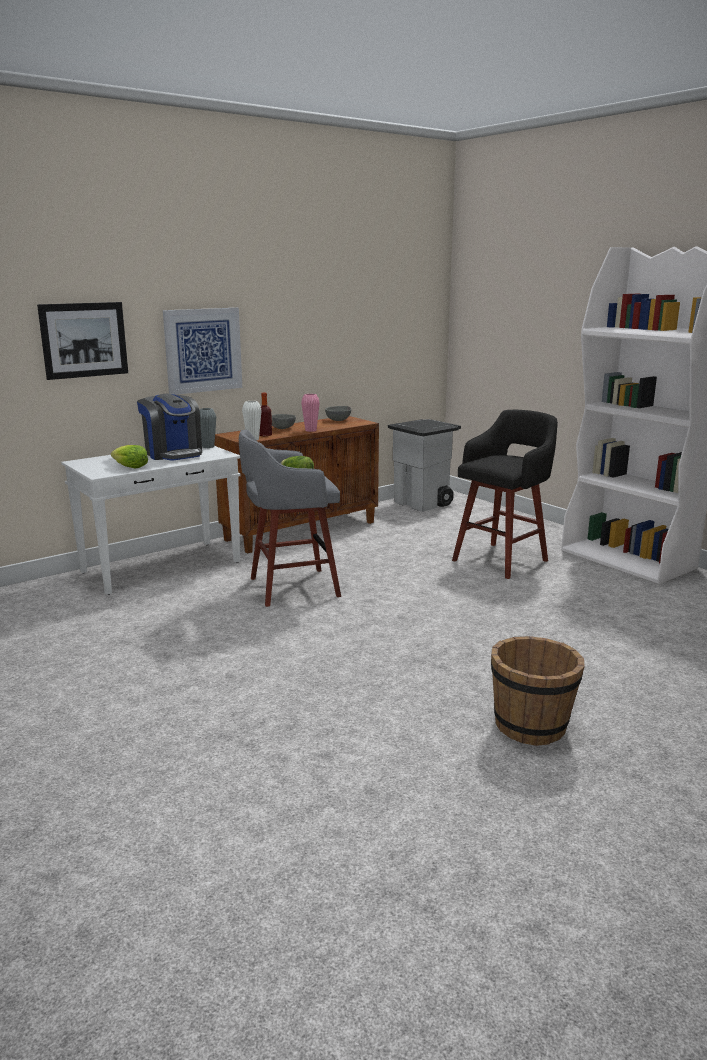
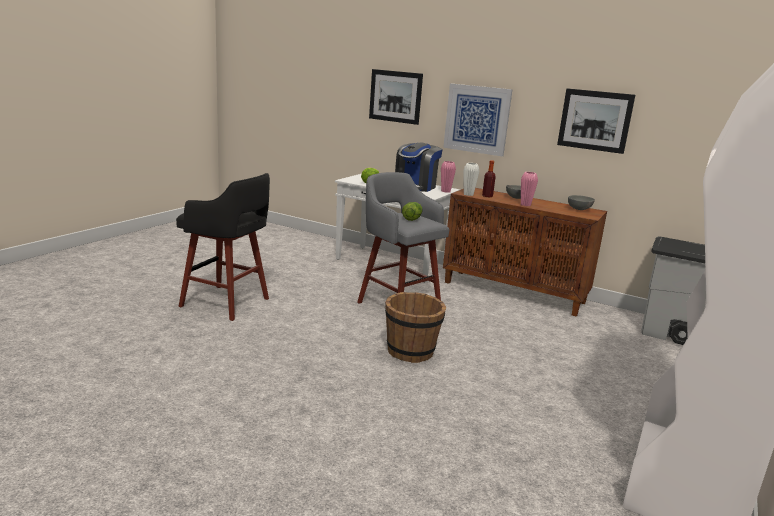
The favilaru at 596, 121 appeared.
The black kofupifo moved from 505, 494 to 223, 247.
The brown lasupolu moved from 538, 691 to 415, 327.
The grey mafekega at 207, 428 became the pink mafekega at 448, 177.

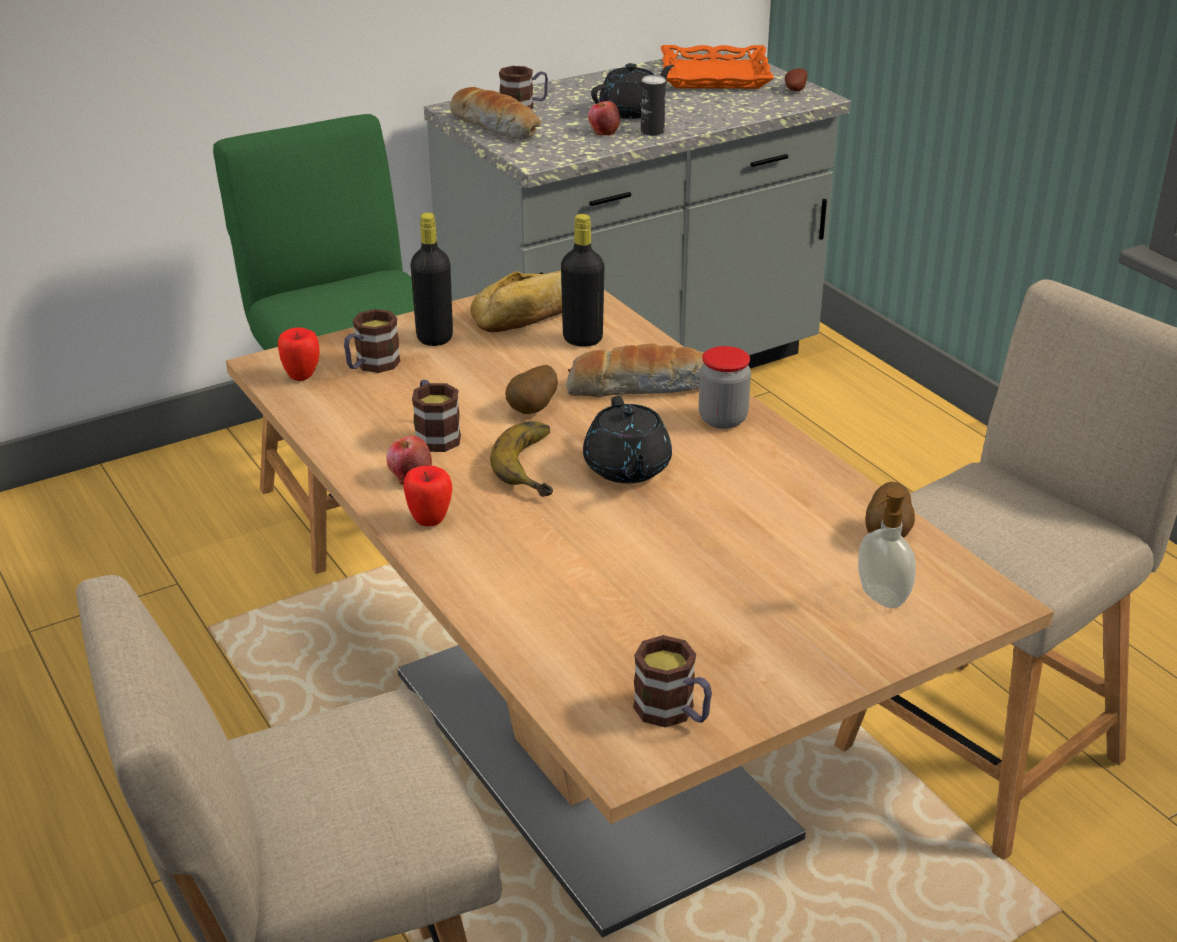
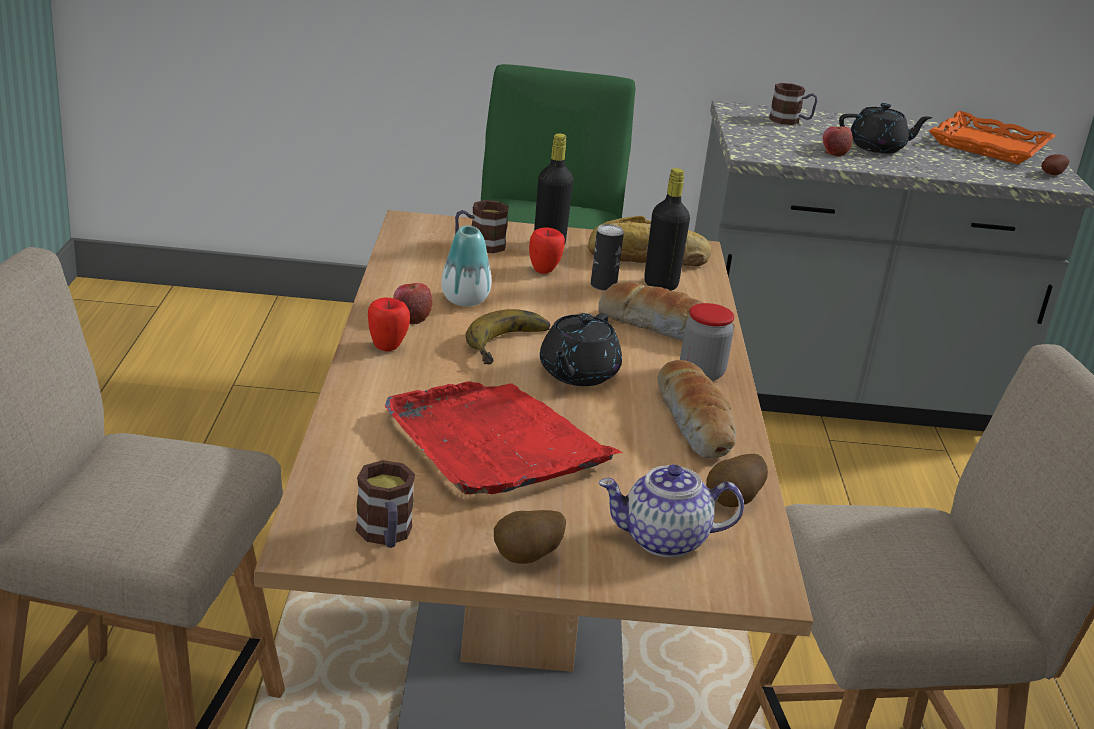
The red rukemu at 504, 438 appeared.
The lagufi moved from 299, 354 to 547, 251.
The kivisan moved from 495, 113 to 697, 409.
The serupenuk moved from 531, 389 to 530, 537.
The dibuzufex moved from 653, 105 to 607, 257.
The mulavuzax at 436, 416 was replaced by the mafekega at 466, 266.
The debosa at 887, 548 was replaced by the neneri at 671, 511.

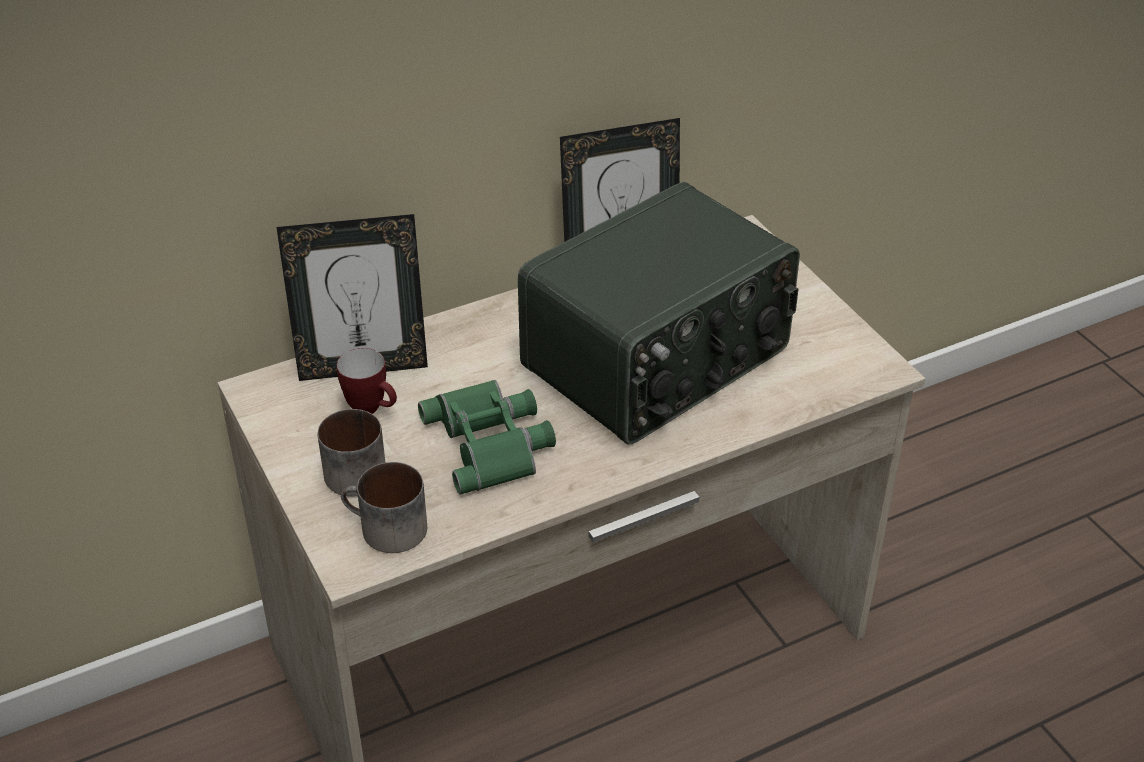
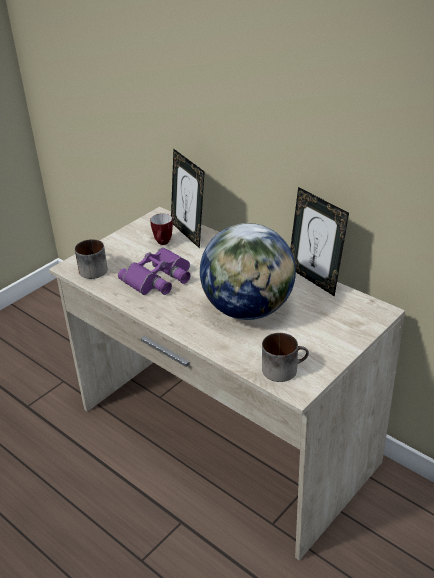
The mulavuzax moved from 351, 453 to 285, 357.
The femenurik at 659, 313 was replaced by the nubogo at 248, 271.
The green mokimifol at 487, 437 became the purple mokimifol at 154, 271.

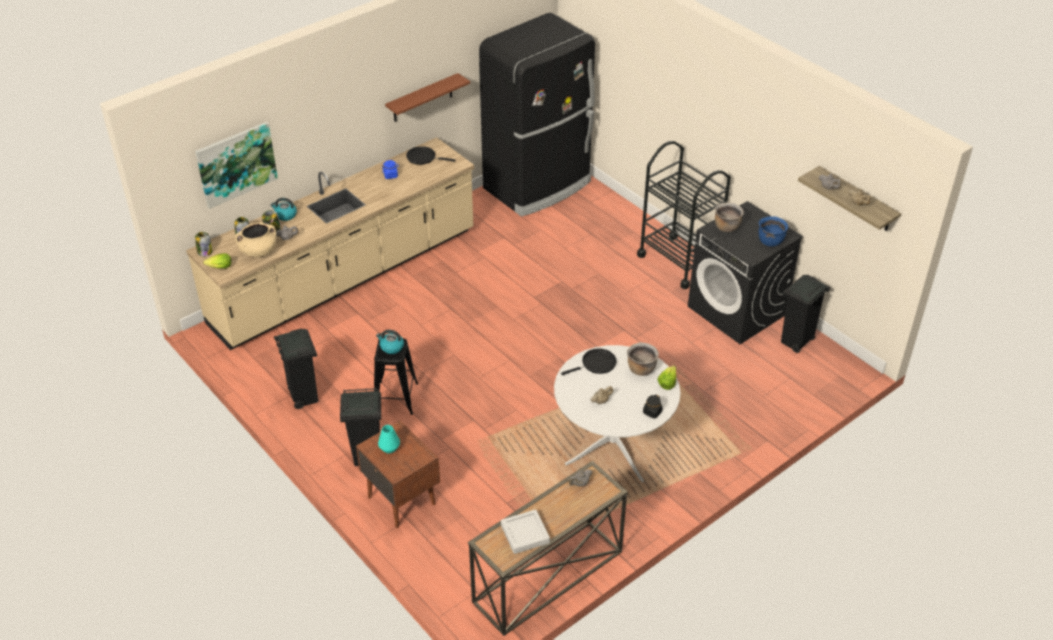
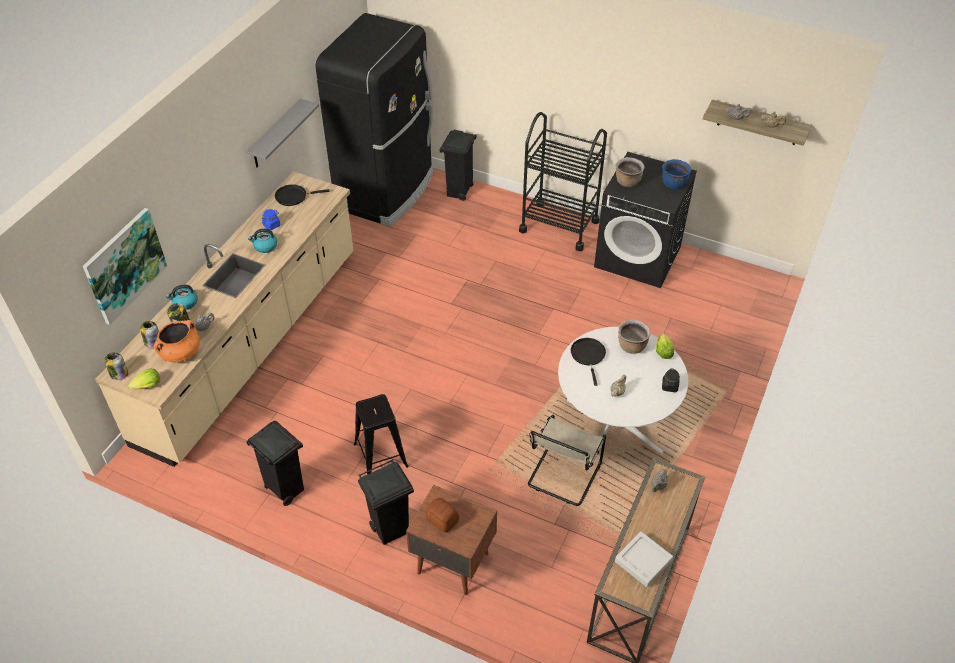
The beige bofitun at 567, 460 appeared.
The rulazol moved from 390, 342 to 262, 241.
The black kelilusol moved from 805, 313 to 458, 165.
The turquoise mafekega at 389, 439 was replaced by the kivisan at 442, 515.
The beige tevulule at 255, 240 became the orange tevulule at 177, 341.
The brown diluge at 427, 97 became the grey diluge at 282, 132.
The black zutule at 589, 361 turned 45 degrees counterclockwise.

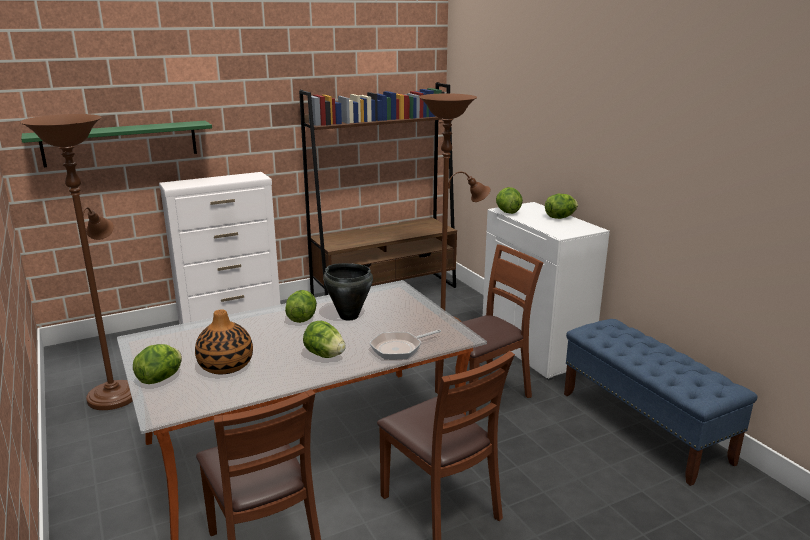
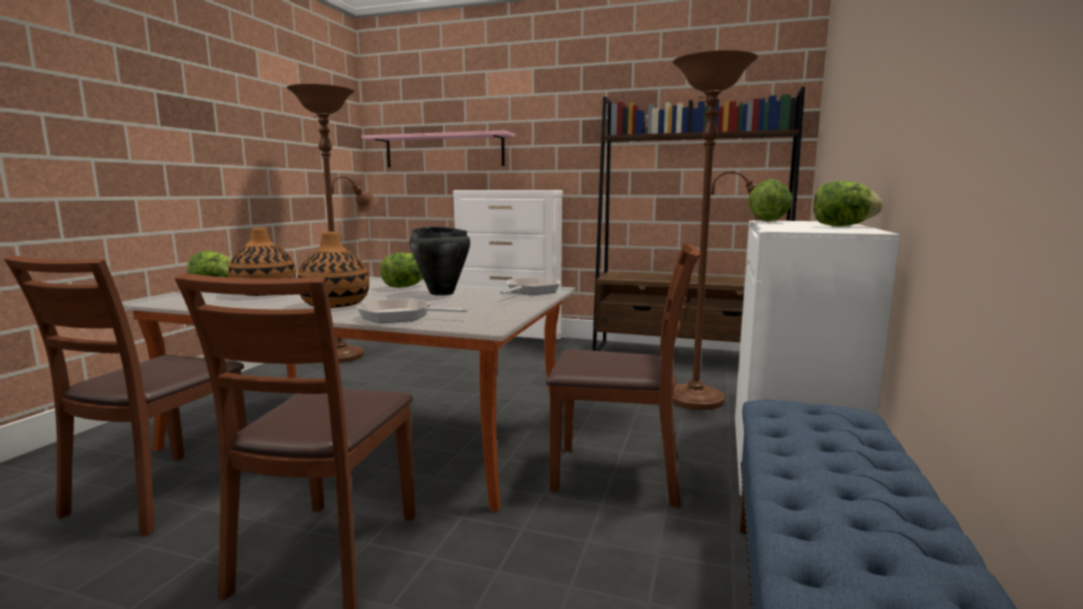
The zutule at 530, 286 appeared.
The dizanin at 324, 339 was replaced by the mafekega at 333, 270.
The green diluge at 116, 144 became the pink diluge at 438, 149.

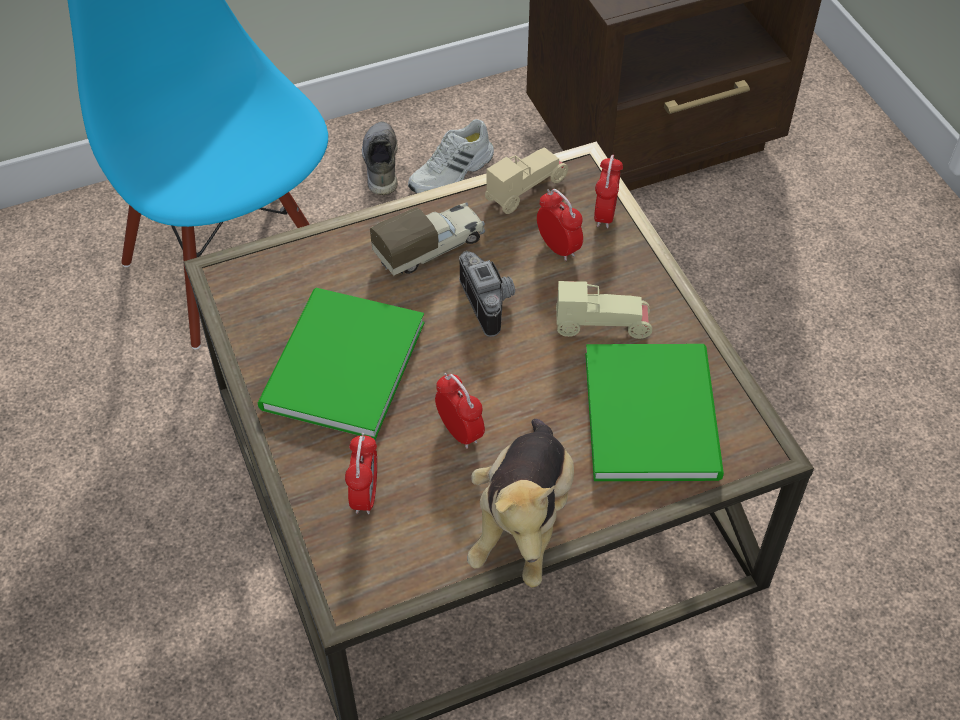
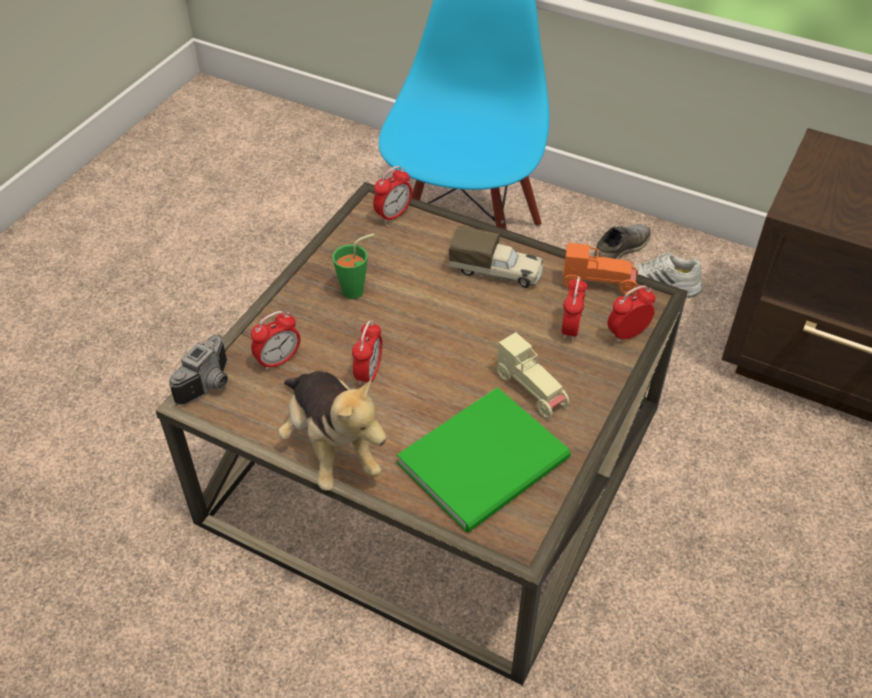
The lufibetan at 392, 195 appeared.
The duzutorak moved from 487, 294 to 198, 370.
The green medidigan at 341, 364 was replaced by the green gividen at 353, 266.
The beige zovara at 526, 180 became the orange zovara at 600, 269.
The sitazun at 520, 503 turned 90 degrees counterclockwise.

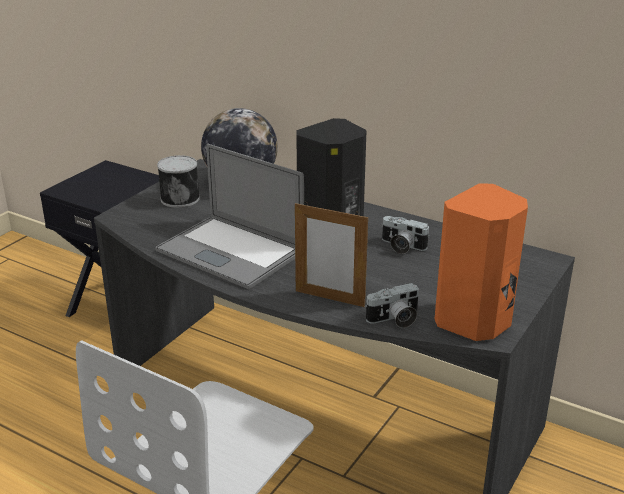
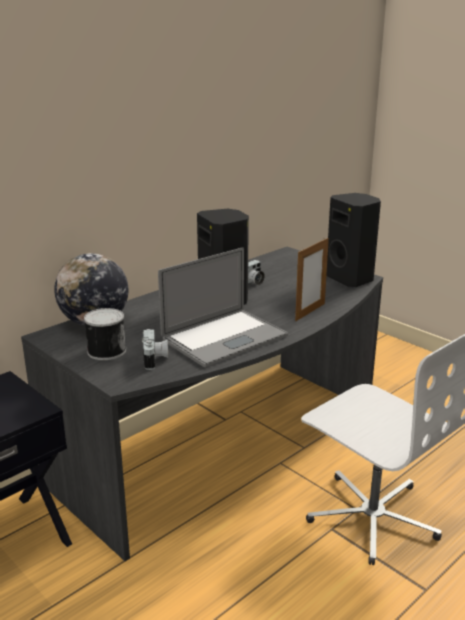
The duzutorak moved from 392, 305 to 155, 349.
The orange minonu at 481, 262 became the black minonu at 353, 240.

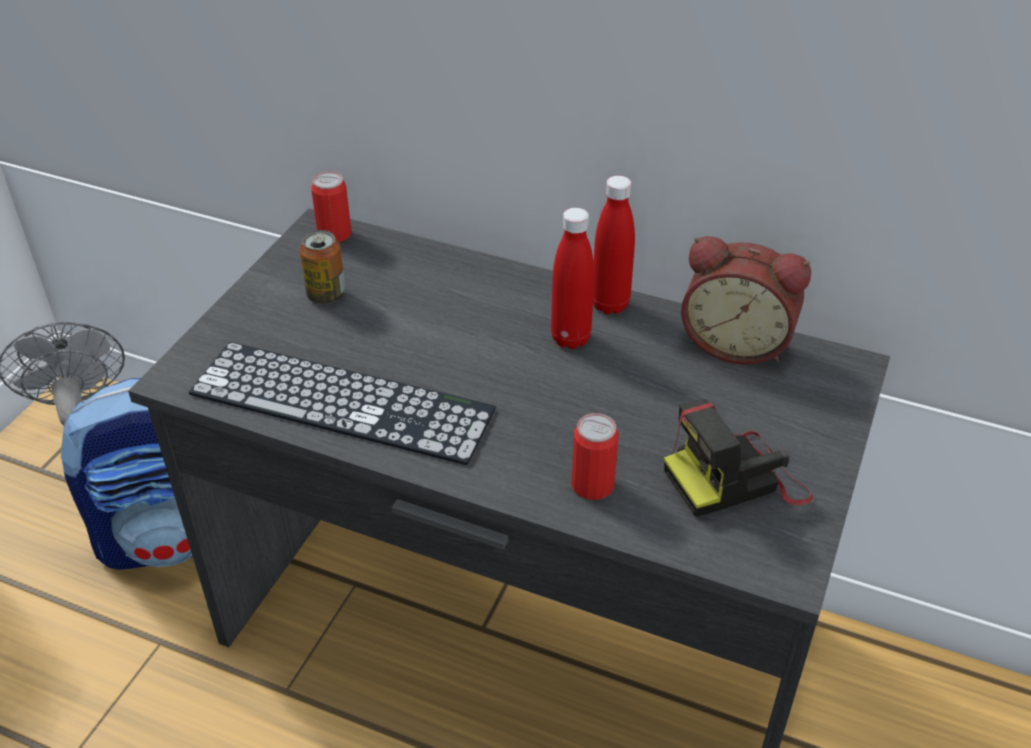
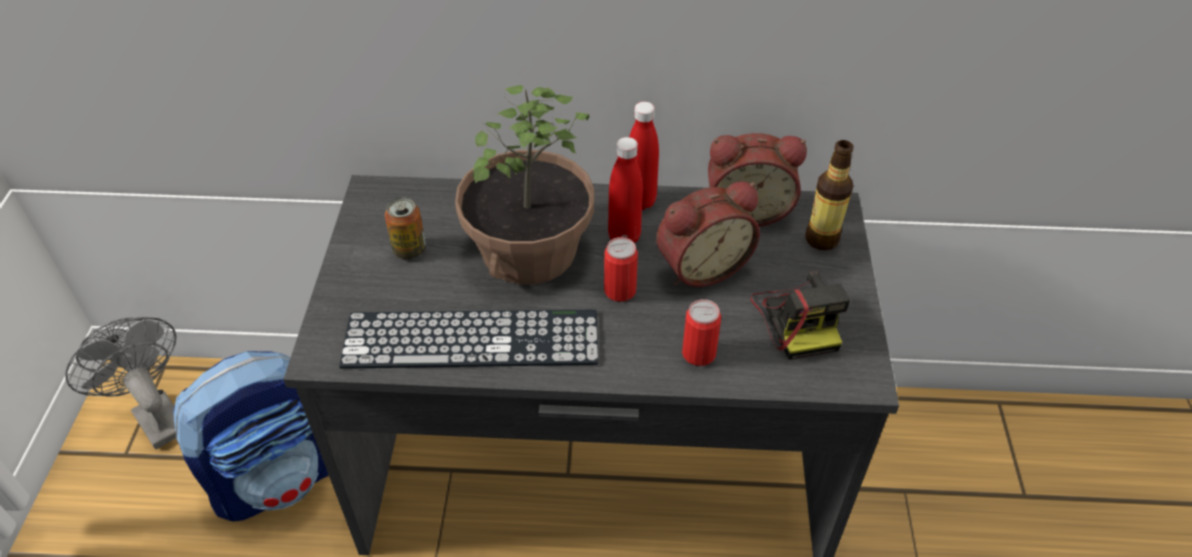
The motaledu at 524, 184 appeared.
The lufibetan at 708, 234 appeared.
The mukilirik at 829, 195 appeared.
The dibuzufex moved from 331, 206 to 621, 269.
The duzutorak at 738, 458 turned 60 degrees counterclockwise.

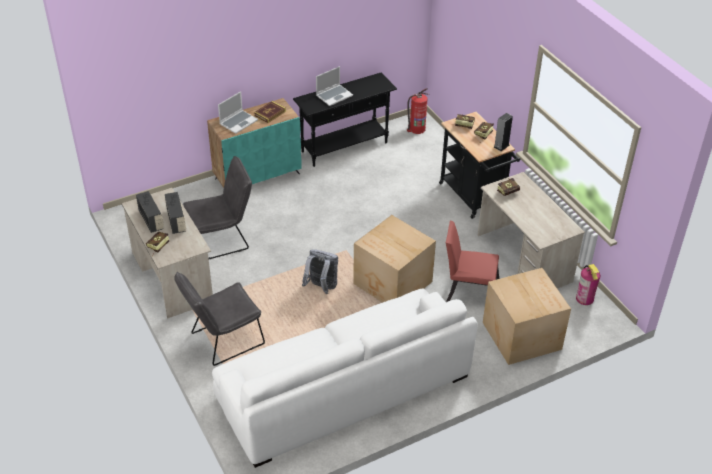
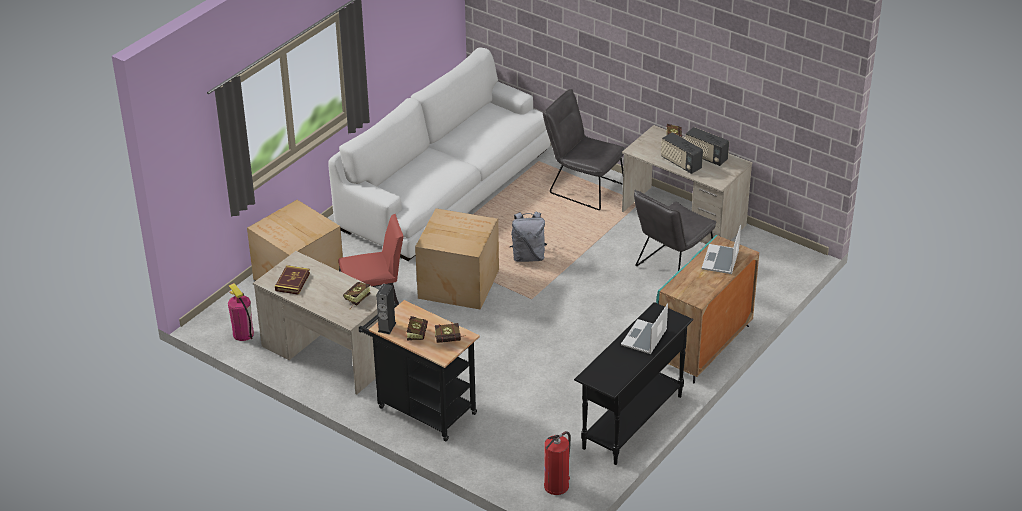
The medidigan moved from 270, 112 to 292, 280.
The grey bofitun at 219, 319 turned 90 degrees counterclockwise.

